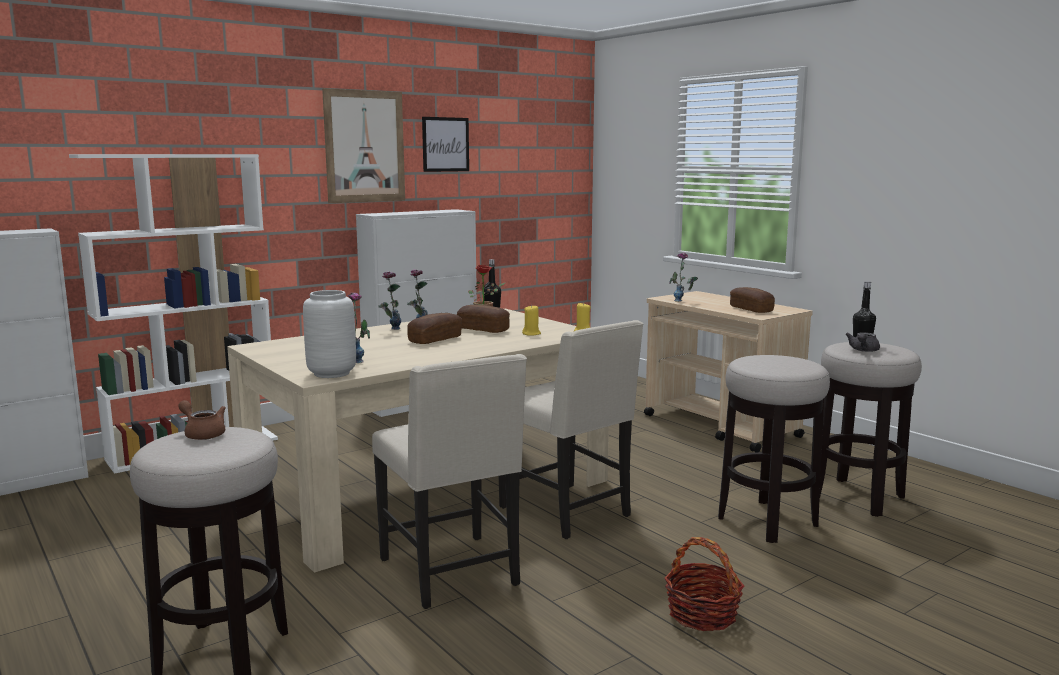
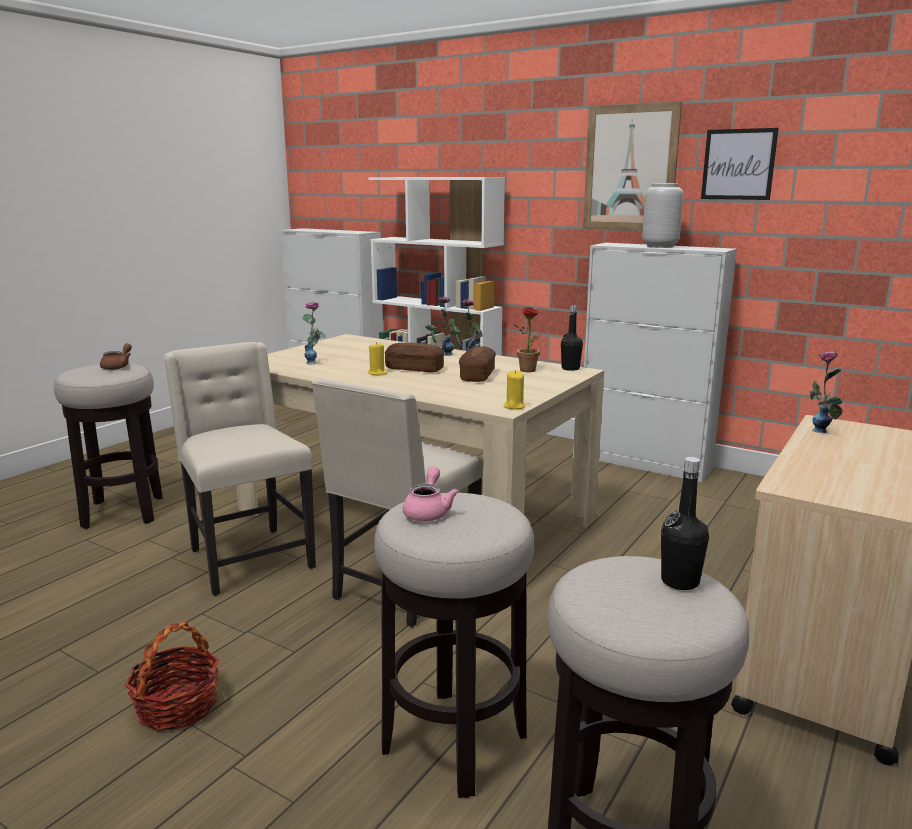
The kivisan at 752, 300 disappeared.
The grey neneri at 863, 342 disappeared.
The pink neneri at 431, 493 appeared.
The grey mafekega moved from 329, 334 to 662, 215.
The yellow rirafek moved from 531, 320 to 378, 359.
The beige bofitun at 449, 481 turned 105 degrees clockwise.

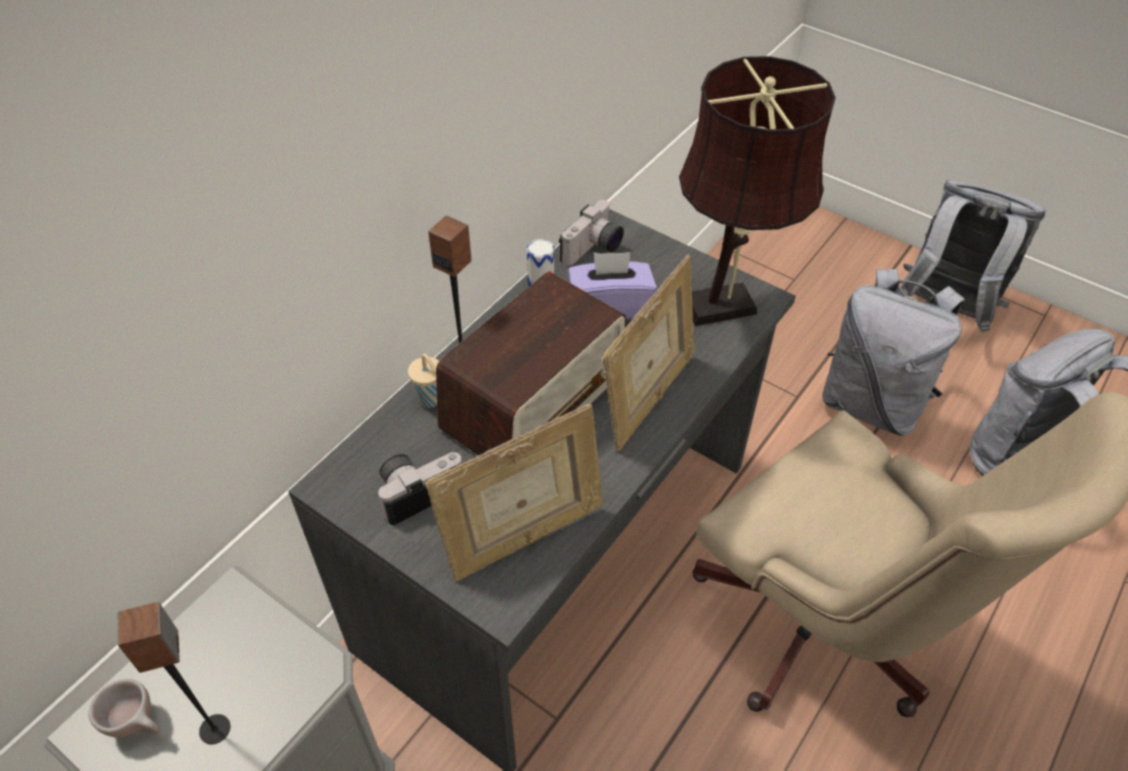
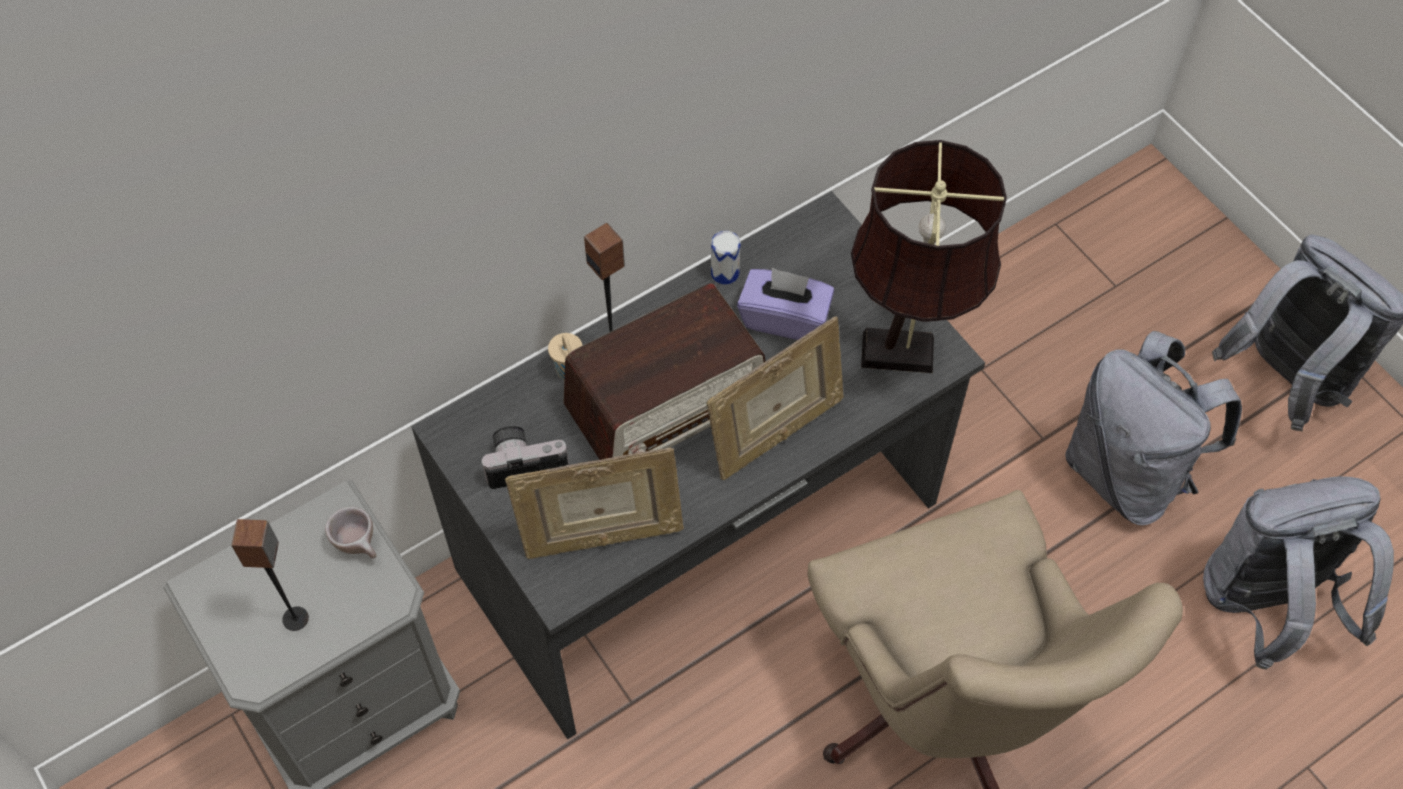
The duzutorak at 591, 233 disappeared.
The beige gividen moved from 124, 708 to 351, 533.

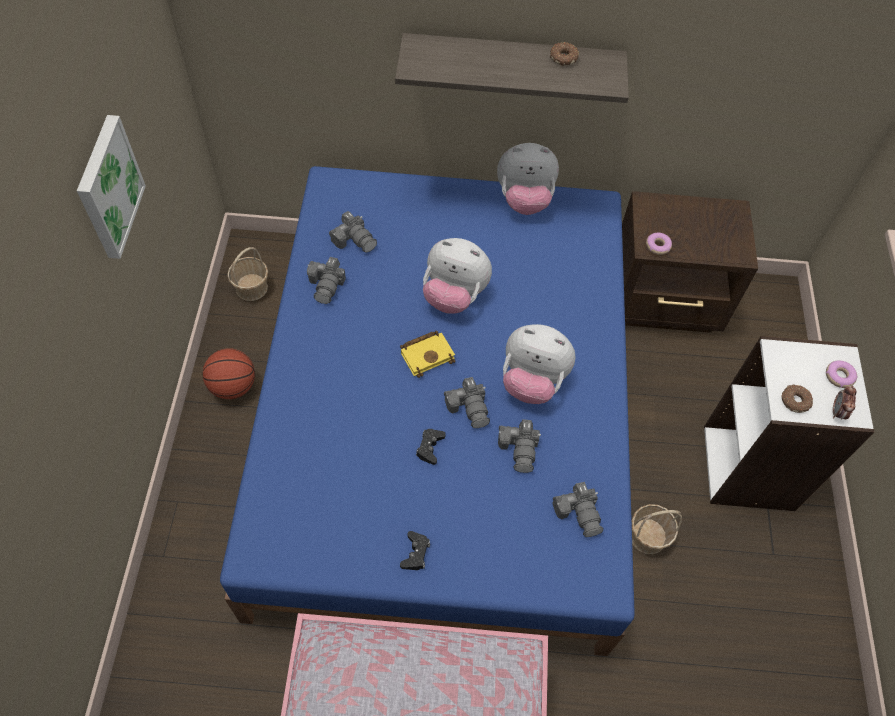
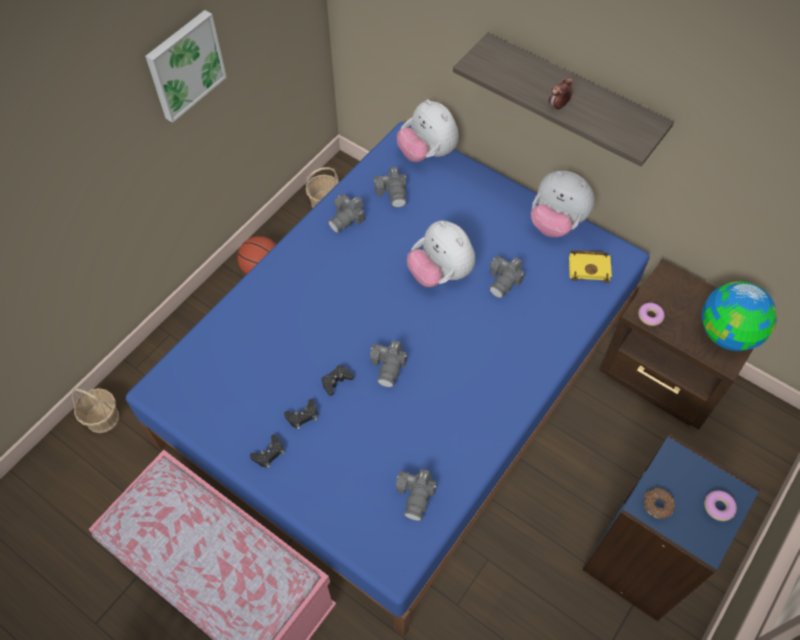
The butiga at 564, 54 disappeared.
The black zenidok at 301, 414 appeared.
The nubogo at 739, 316 appeared.
The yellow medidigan moved from 427, 354 to 590, 266.
The duzutorak moved from 519, 446 to 507, 276.
The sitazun moved from 539, 364 to 428, 130.
The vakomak moved from 657, 529 to 95, 410.
The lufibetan moved from 845, 403 to 560, 94.
The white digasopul at 789, 423 became the blue digasopul at 671, 528.

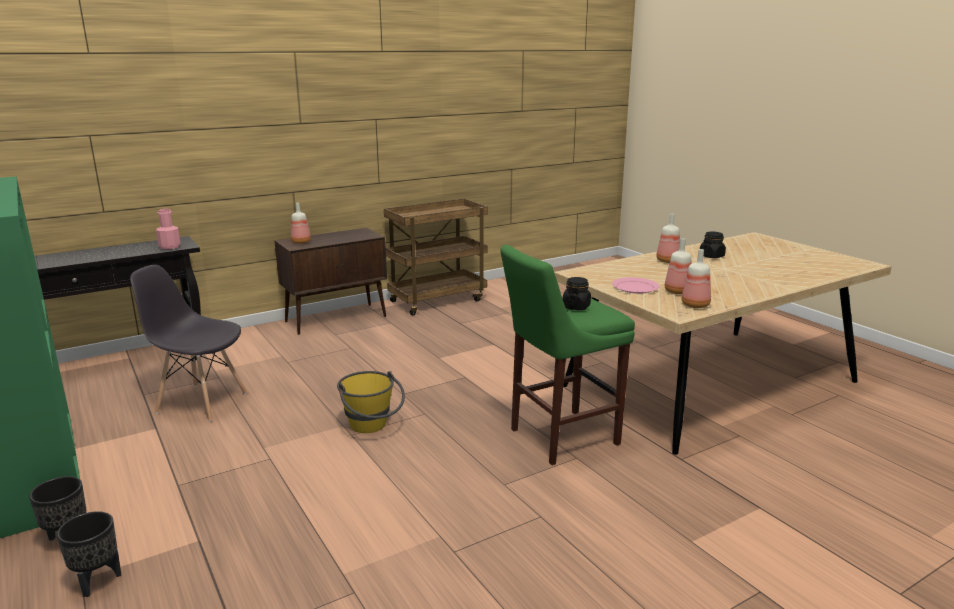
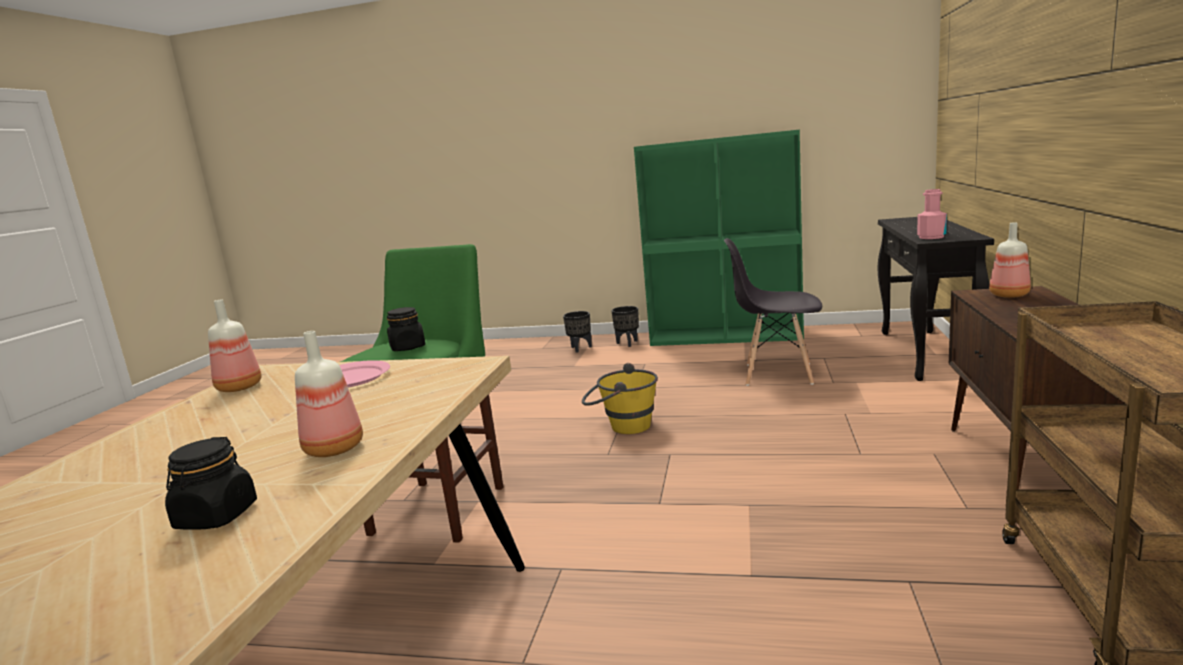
The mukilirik at 678, 266 disappeared.
The grey bofitun at 188, 343 turned 135 degrees counterclockwise.

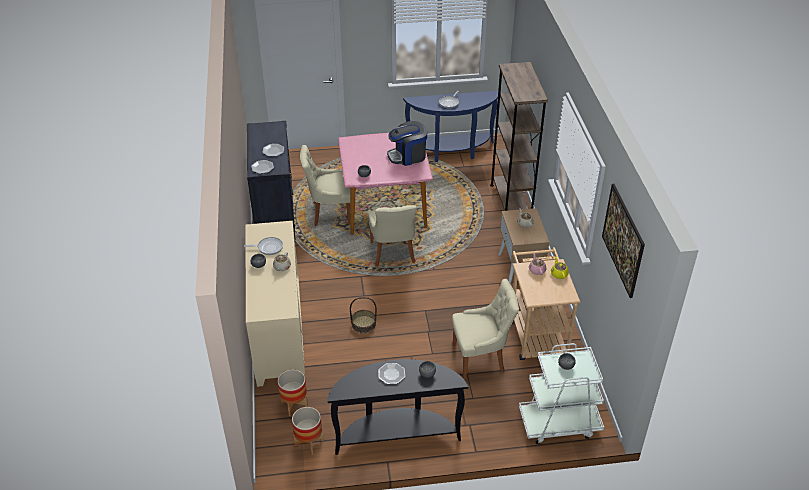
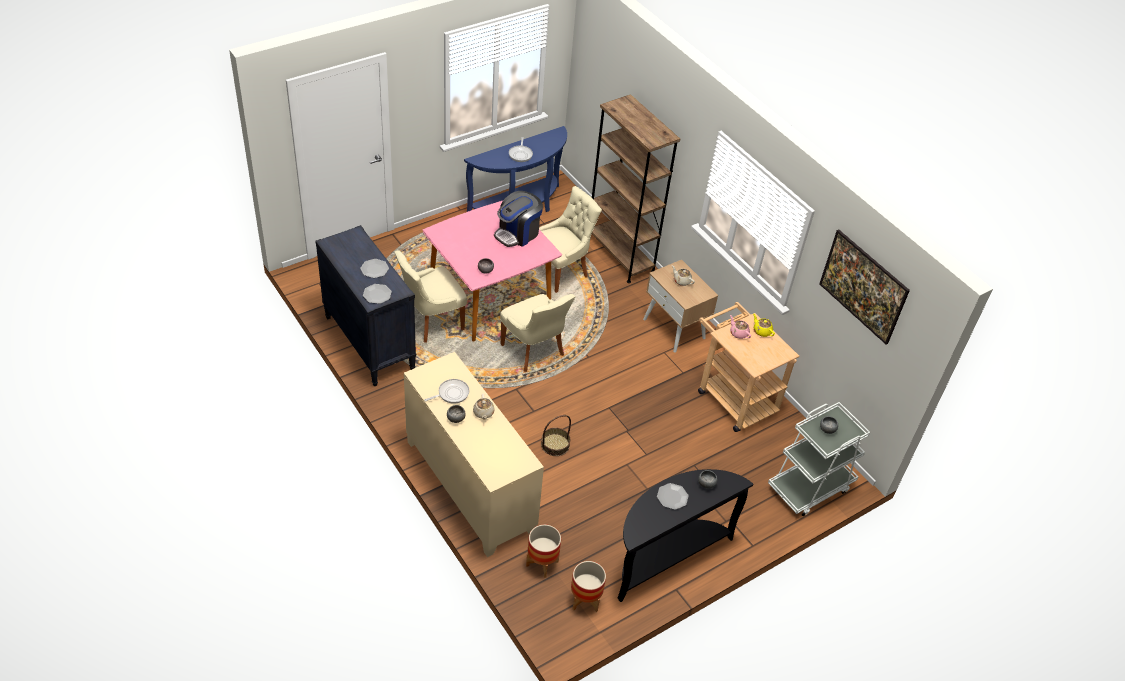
The beige bofitun moved from 485, 329 to 570, 239.

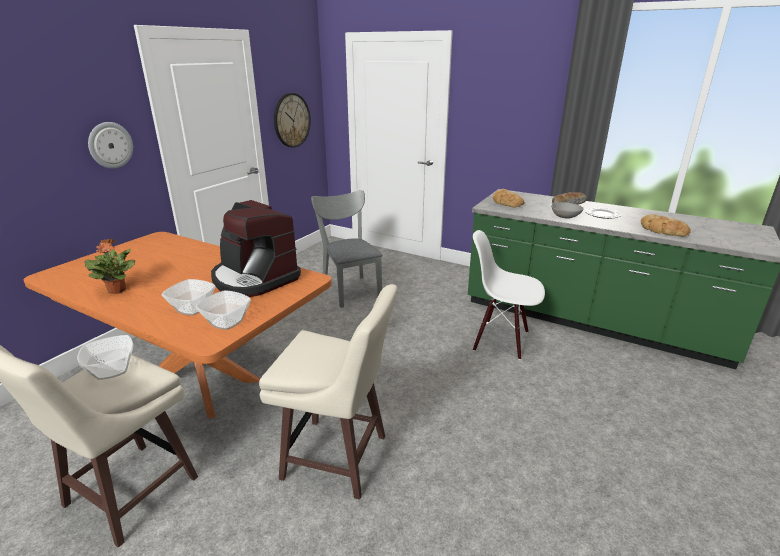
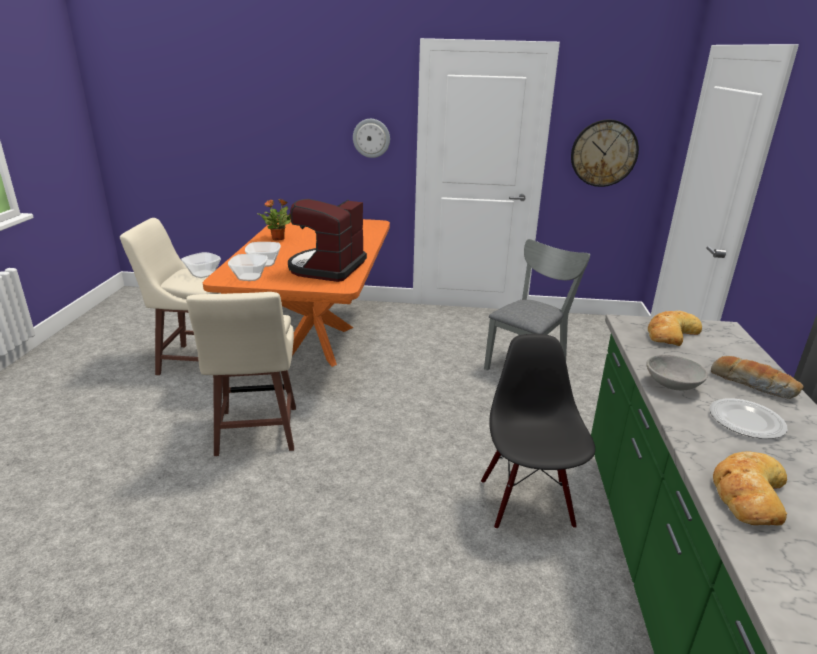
The white bofitun at 509, 295 became the black bofitun at 538, 431.

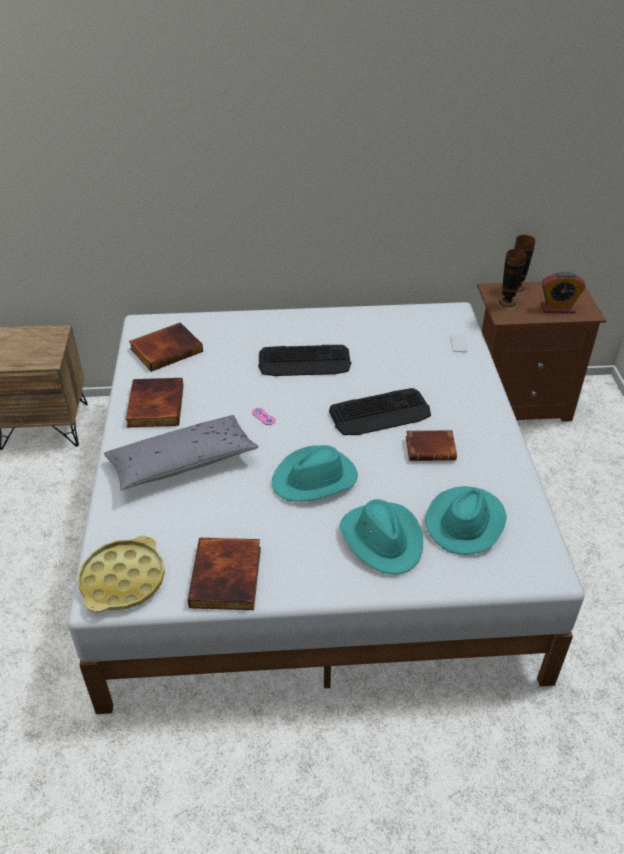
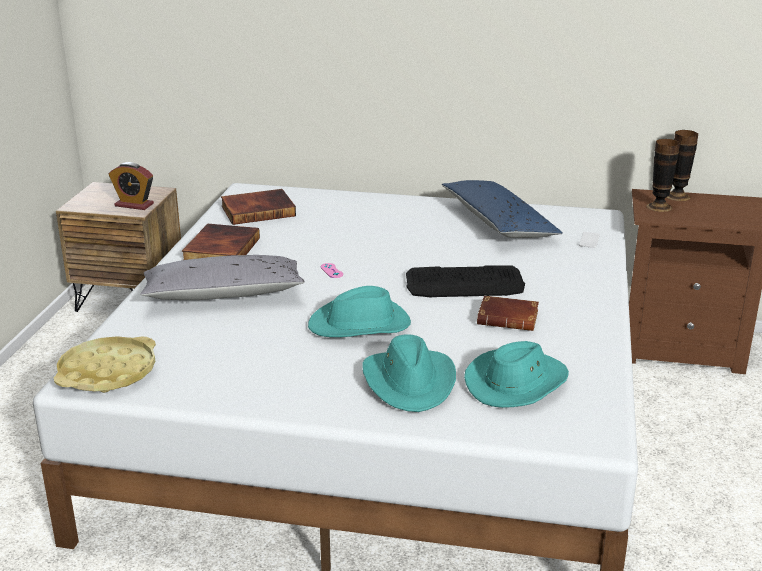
The medidigan at 224, 574 disappeared.
The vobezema at 304, 360 disappeared.
The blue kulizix at 502, 209 appeared.
The lufibetan moved from 563, 292 to 131, 186.

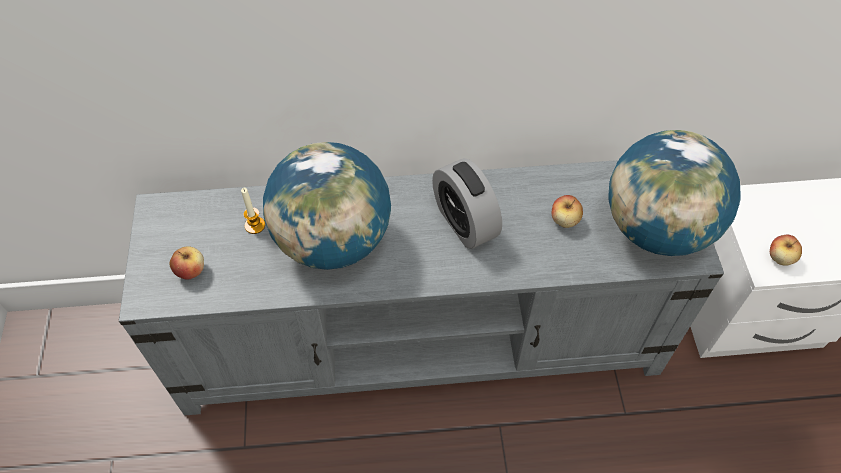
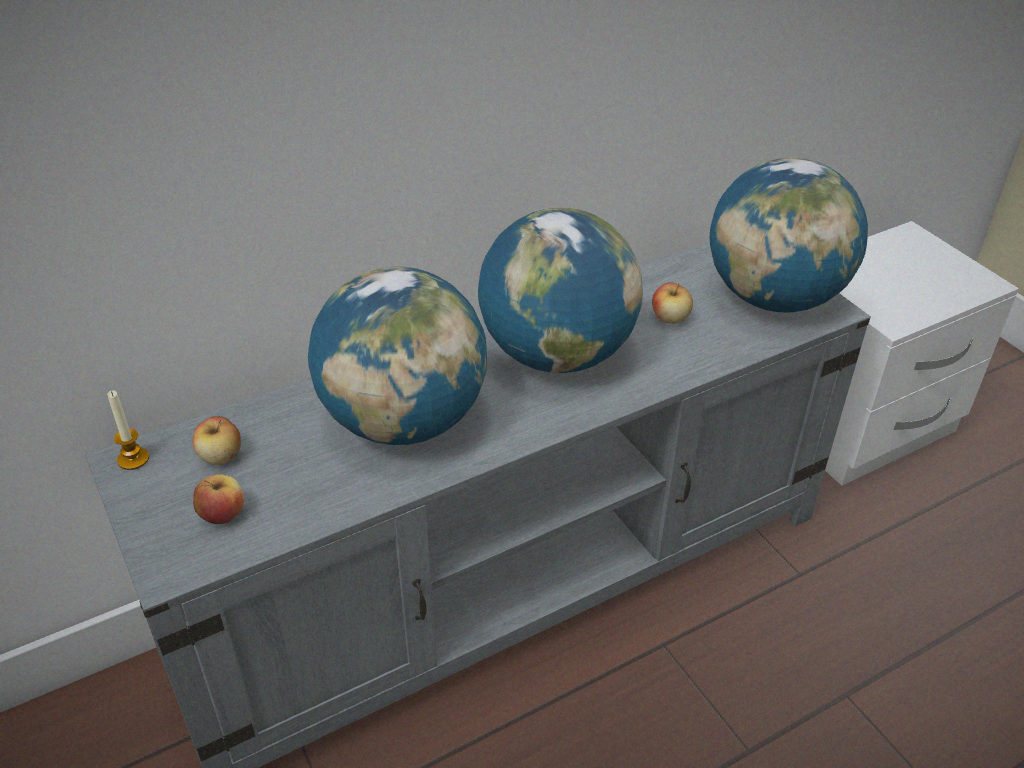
The rirafek moved from 253, 211 to 128, 430.
The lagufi moved from 786, 250 to 217, 440.
The lufibetan at 467, 203 was replaced by the nubogo at 560, 290.

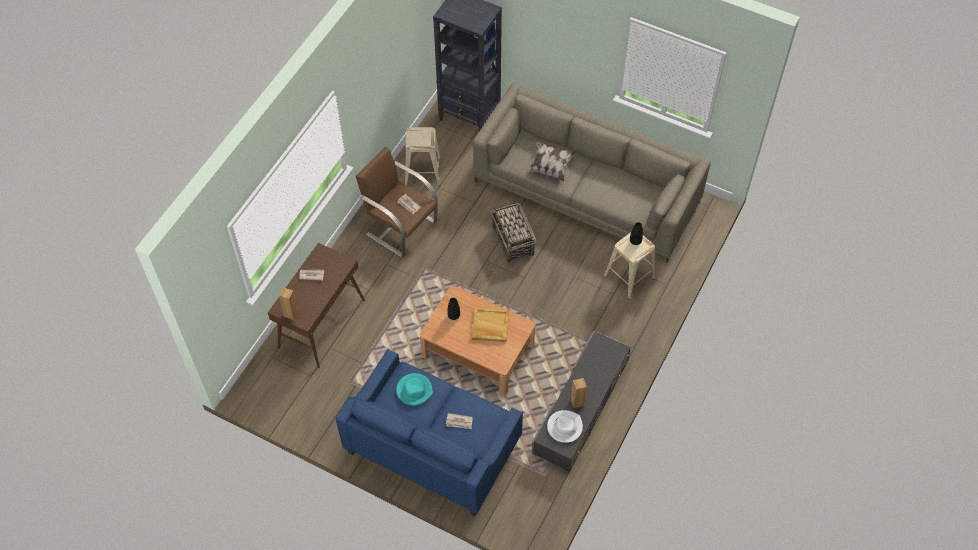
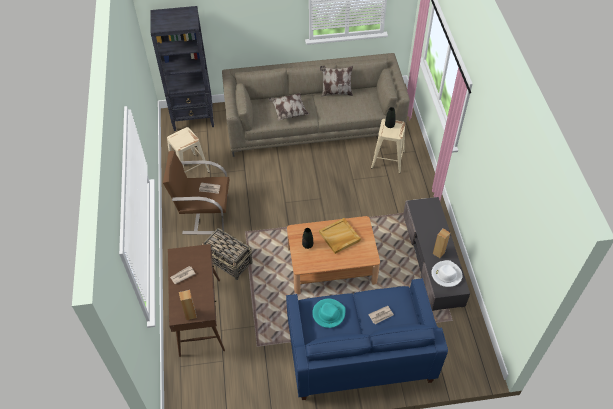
The kulizix at 336, 81 appeared.
The vakomak moved from 513, 233 to 227, 254.

